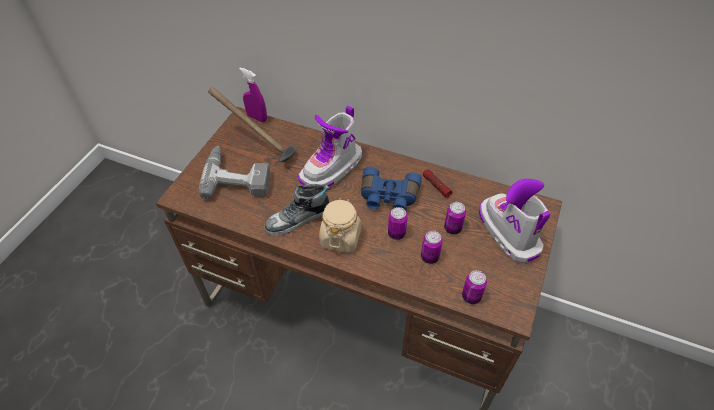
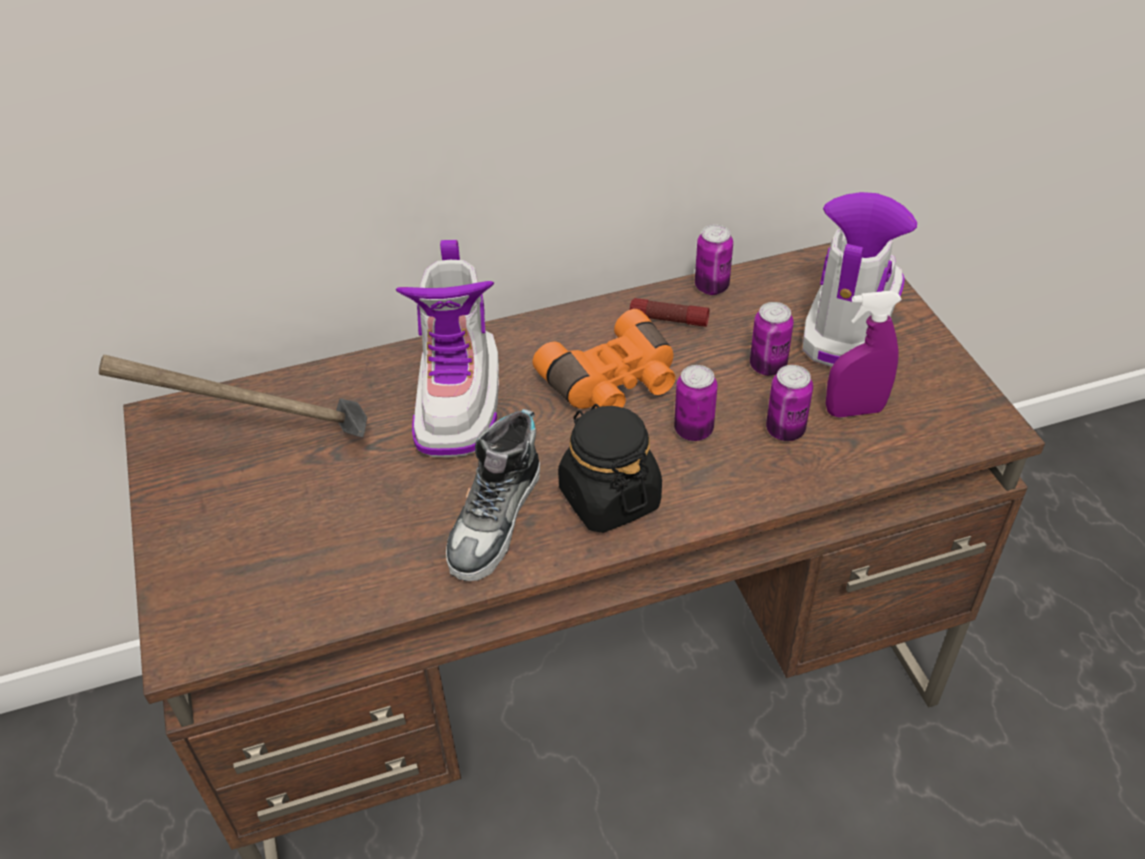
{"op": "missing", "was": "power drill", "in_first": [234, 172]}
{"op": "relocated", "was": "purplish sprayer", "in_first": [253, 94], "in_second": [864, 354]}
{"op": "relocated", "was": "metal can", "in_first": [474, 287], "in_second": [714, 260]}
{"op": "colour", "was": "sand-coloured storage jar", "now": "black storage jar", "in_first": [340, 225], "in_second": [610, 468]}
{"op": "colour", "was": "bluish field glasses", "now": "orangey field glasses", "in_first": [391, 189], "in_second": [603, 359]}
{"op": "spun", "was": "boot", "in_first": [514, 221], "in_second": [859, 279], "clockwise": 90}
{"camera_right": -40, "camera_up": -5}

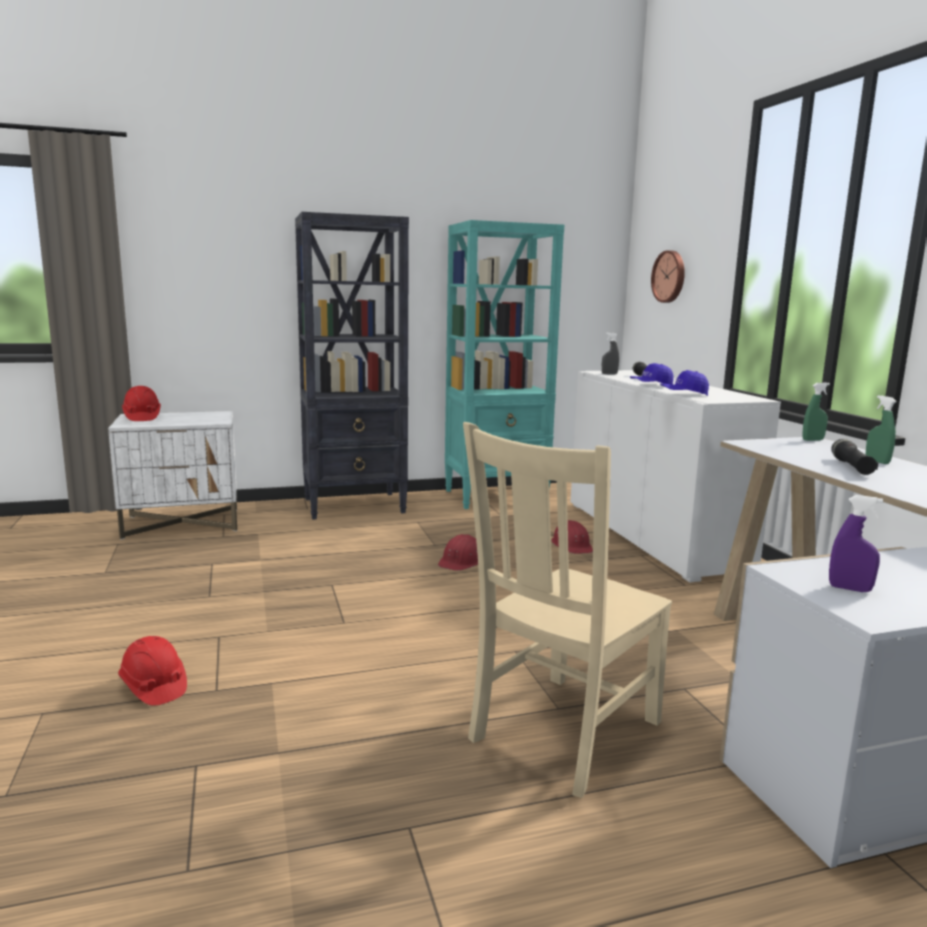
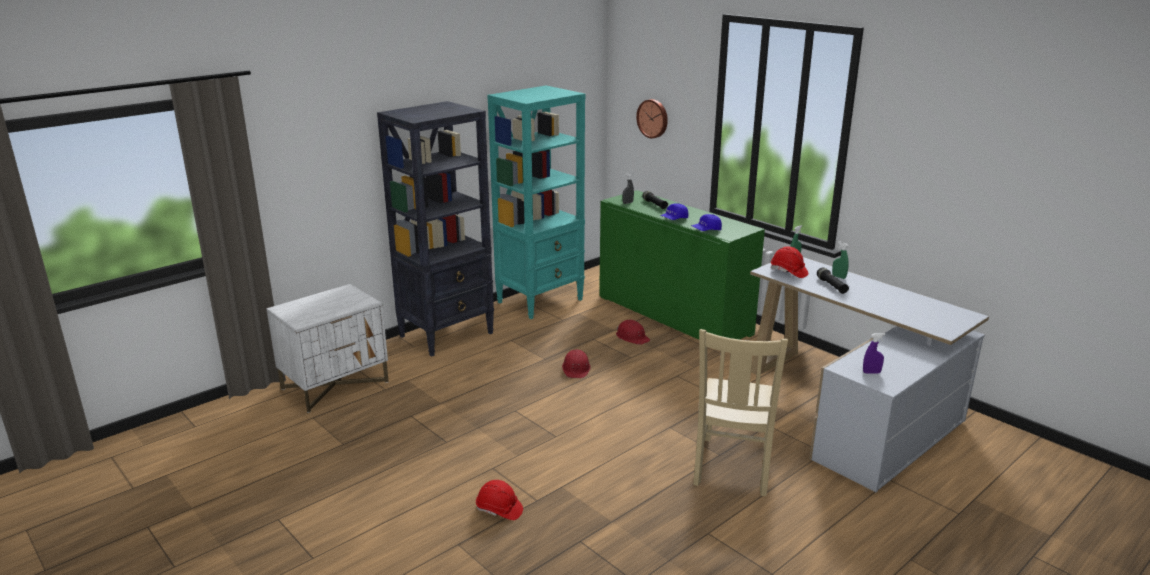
{"op": "relocated", "was": "red-coloured safety helmet", "in_first": [141, 403], "in_second": [789, 262]}
{"op": "colour", "was": "whitish cupboard", "now": "green cupboard", "in_first": [675, 476], "in_second": [682, 265]}
{"camera_right": -25, "camera_up": 10}

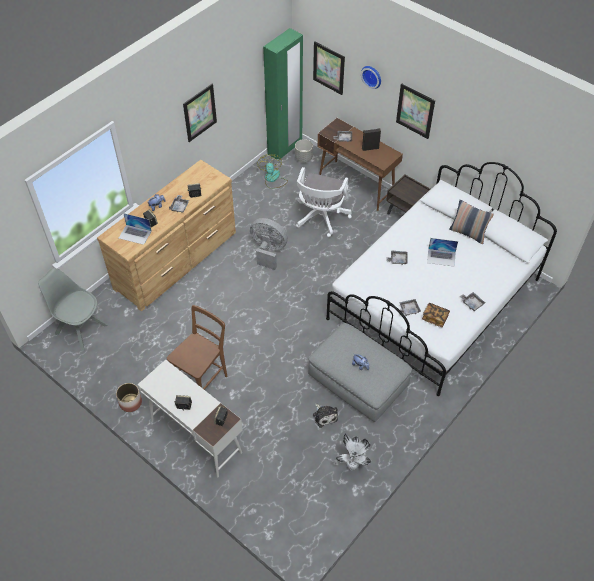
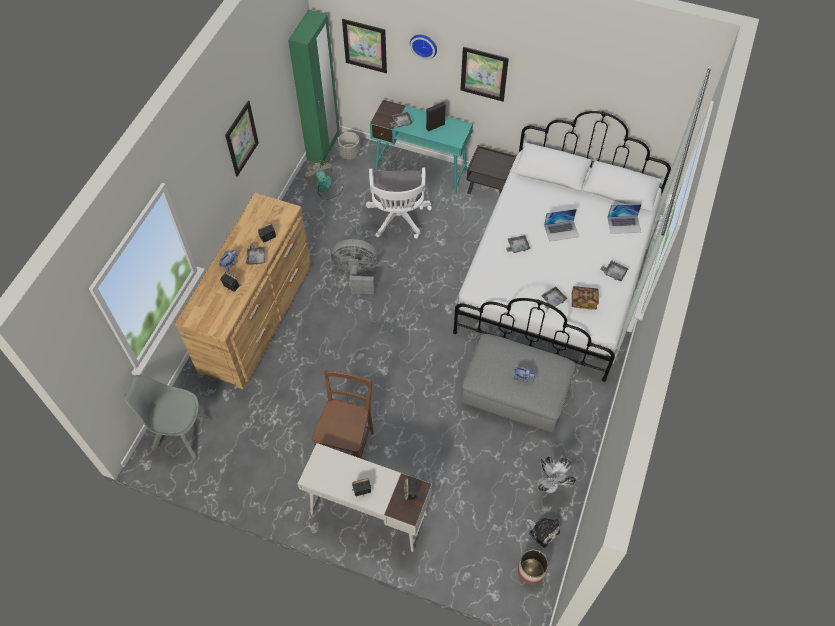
{"op": "missing", "was": "cushion", "in_first": [471, 222]}
{"op": "relocated", "was": "flower pot", "in_first": [129, 397], "in_second": [533, 567]}
{"op": "relocated", "was": "portable computer", "in_first": [135, 229], "in_second": [624, 219]}
{"op": "relocated", "was": "soft toy", "in_first": [325, 416], "in_second": [543, 533]}
{"op": "colour", "was": "brown-coloured desk table", "now": "turquoise desk table", "in_first": [360, 164], "in_second": [421, 146]}
{"camera_right": -20, "camera_up": 5}

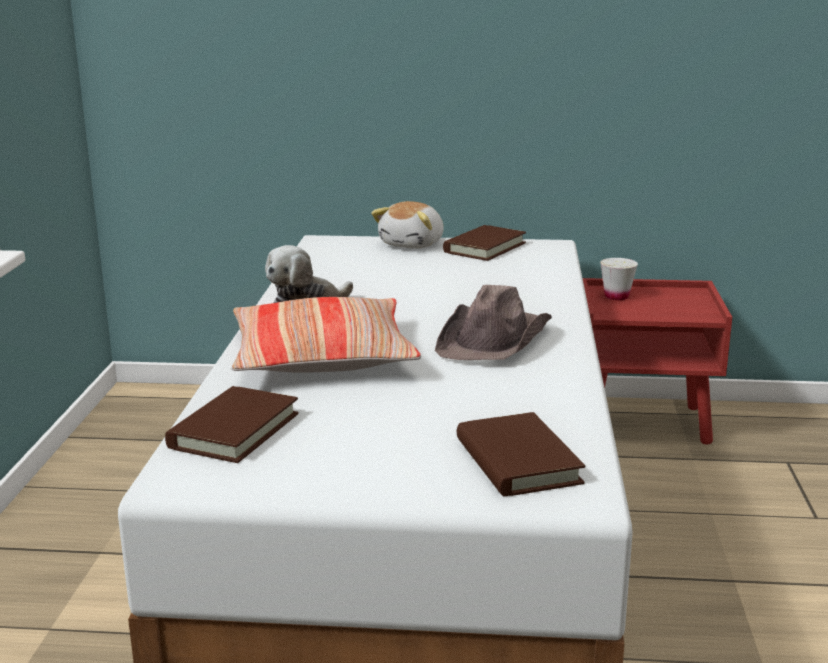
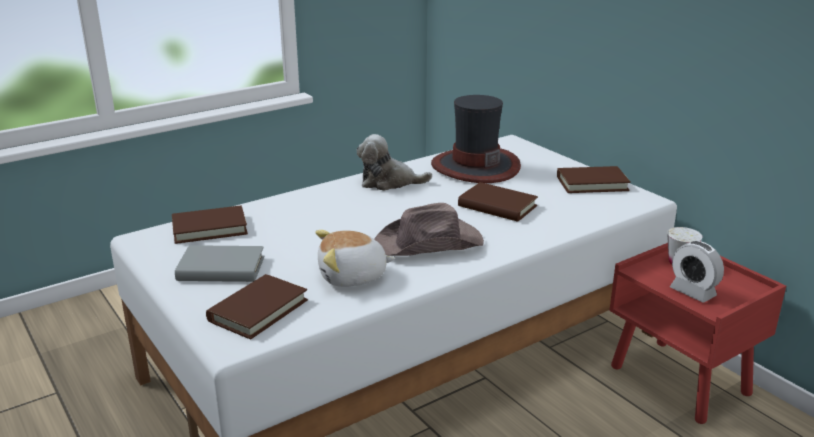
{"op": "missing", "was": "cushion", "in_first": [326, 335]}
{"op": "appeared", "now": "grey volume", "in_second": [219, 263]}
{"op": "appeared", "now": "clothing hat", "in_second": [476, 139]}
{"op": "appeared", "now": "brown-coloured volume", "in_second": [498, 202]}
{"op": "appeared", "now": "bedside clock", "in_second": [697, 272]}
{"op": "relocated", "was": "soft toy", "in_first": [407, 225], "in_second": [355, 258]}
{"camera_right": 50, "camera_up": 5}

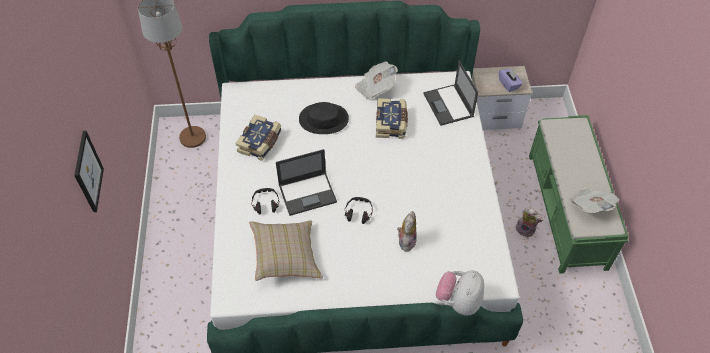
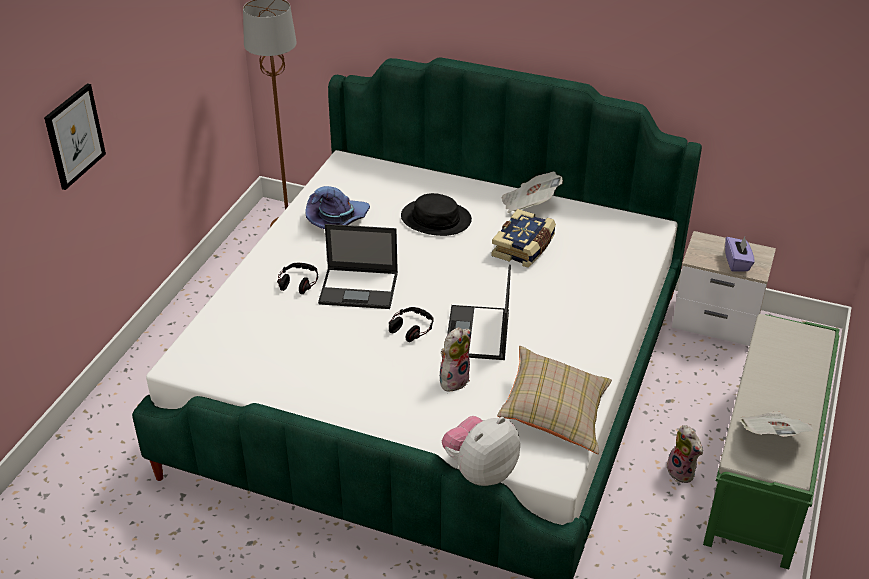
{"op": "relocated", "was": "sand-coloured cushion", "in_first": [286, 250], "in_second": [554, 400]}
{"op": "relocated", "was": "portable computer", "in_first": [451, 93], "in_second": [479, 312]}
{"op": "exchanged", "was": "volume", "now": "purplish clothing hat", "in_first": [258, 138], "in_second": [337, 207]}
{"camera_right": 25, "camera_up": -15}

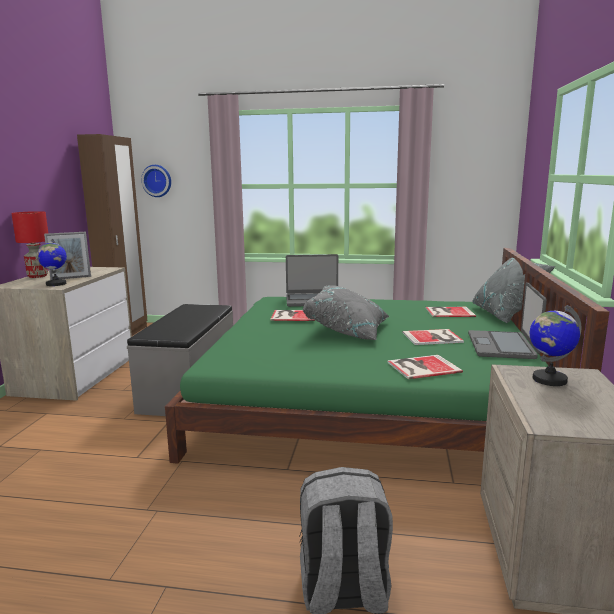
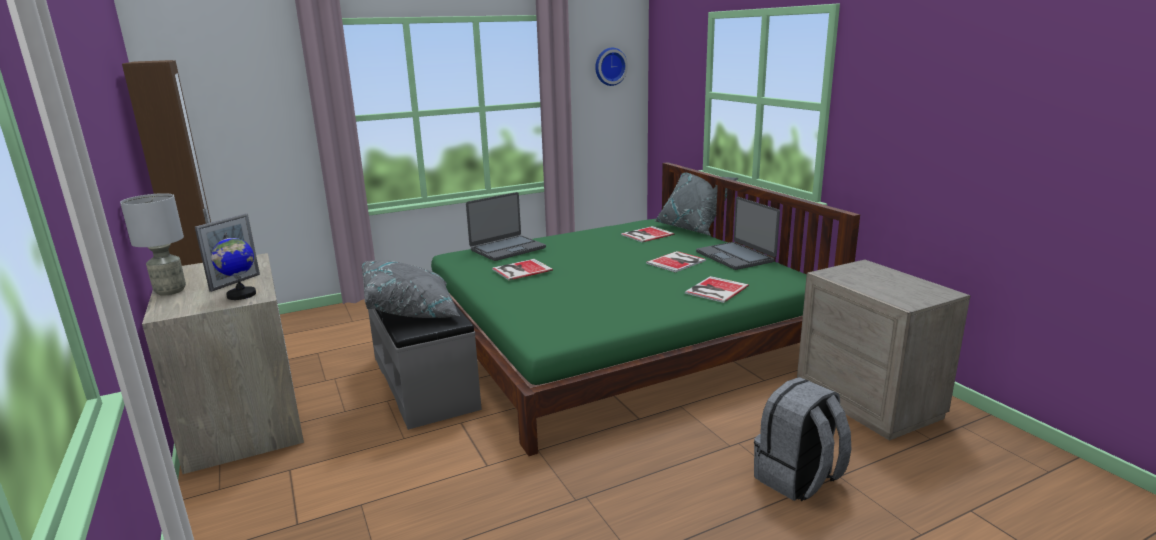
{"op": "missing", "was": "globe", "in_first": [555, 345]}
{"op": "relocated", "was": "hanging clock", "in_first": [156, 181], "in_second": [611, 67]}
{"op": "relocated", "was": "grey cushion", "in_first": [346, 312], "in_second": [411, 289]}
{"op": "colour", "was": "red-coloured tabletop lamp", "now": "grey tabletop lamp", "in_first": [29, 244], "in_second": [153, 244]}
{"camera_right": -35, "camera_up": 5}

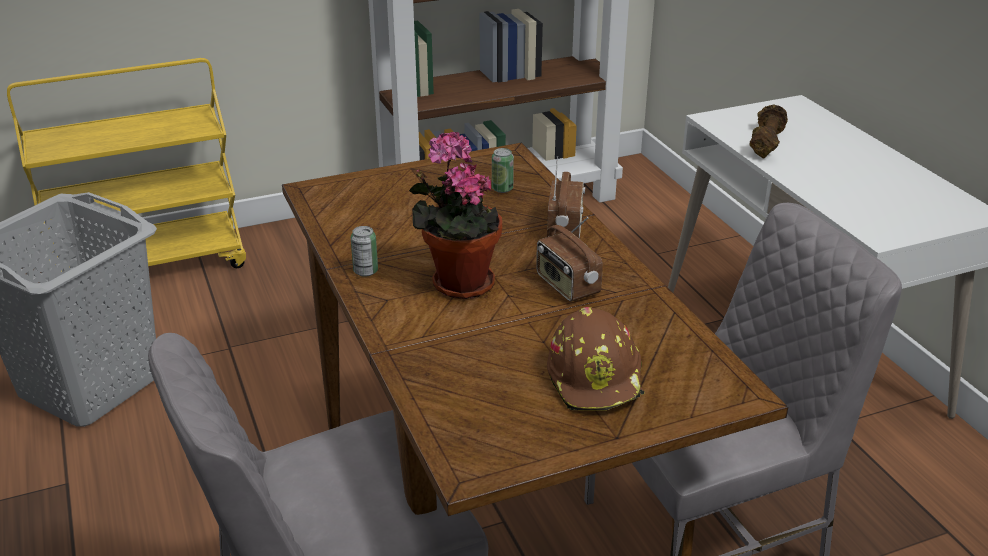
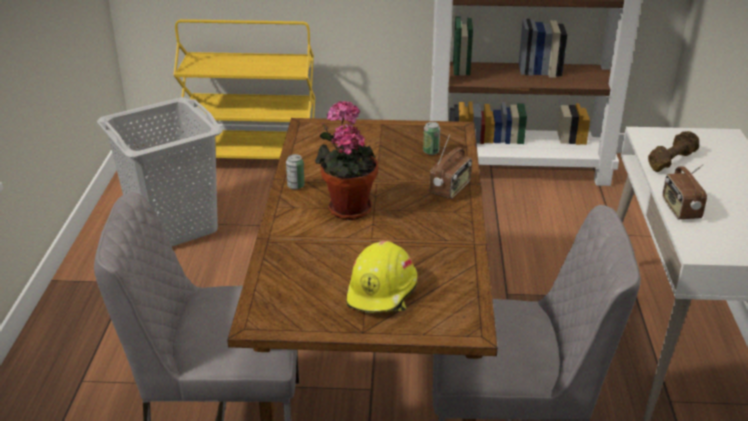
{"op": "relocated", "was": "radio receiver", "in_first": [569, 259], "in_second": [684, 191]}
{"op": "colour", "was": "brown-coloured safety helmet", "now": "yellowish safety helmet", "in_first": [595, 359], "in_second": [381, 277]}
{"camera_right": 25, "camera_up": 0}

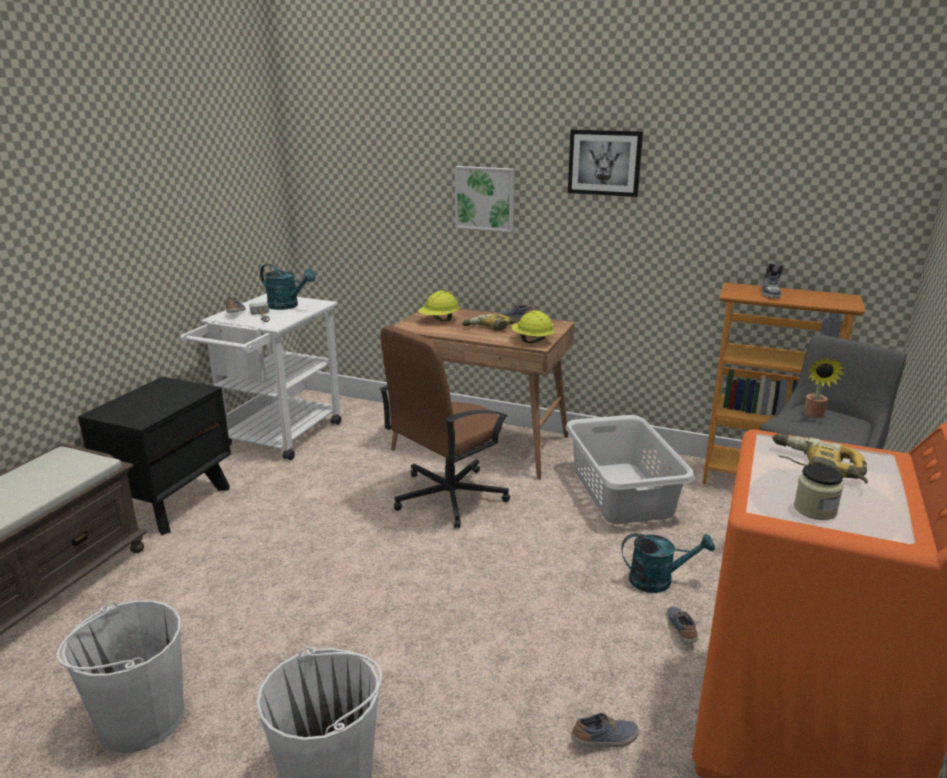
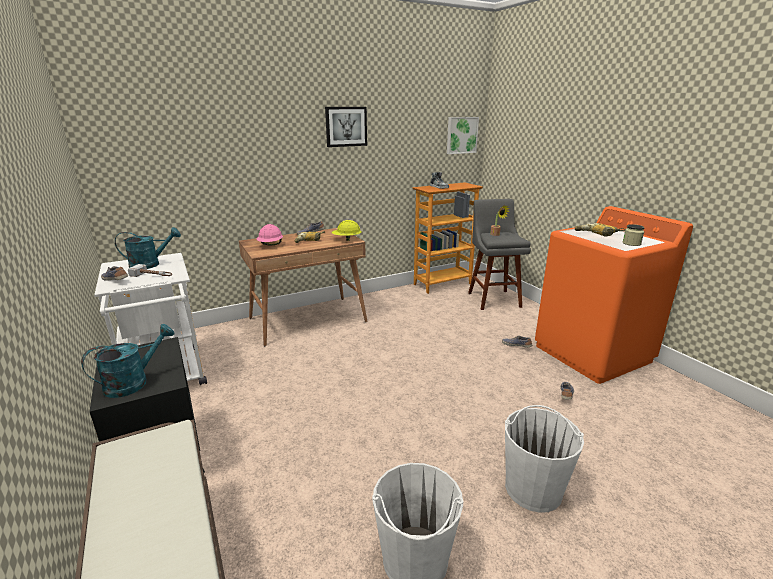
{"op": "missing", "was": "brown-coloured office chair", "in_first": [445, 426]}
{"op": "missing", "was": "grey washing basket", "in_first": [630, 469]}
{"op": "relocated", "was": "wall picture", "in_first": [484, 199], "in_second": [463, 135]}
{"op": "relocated", "was": "turquoise sprinkling can", "in_first": [668, 563], "in_second": [128, 361]}
{"op": "colour", "was": "yellowish safety helmet", "now": "pink-coloured safety helmet", "in_first": [439, 306], "in_second": [270, 234]}
{"camera_right": -50, "camera_up": 0}

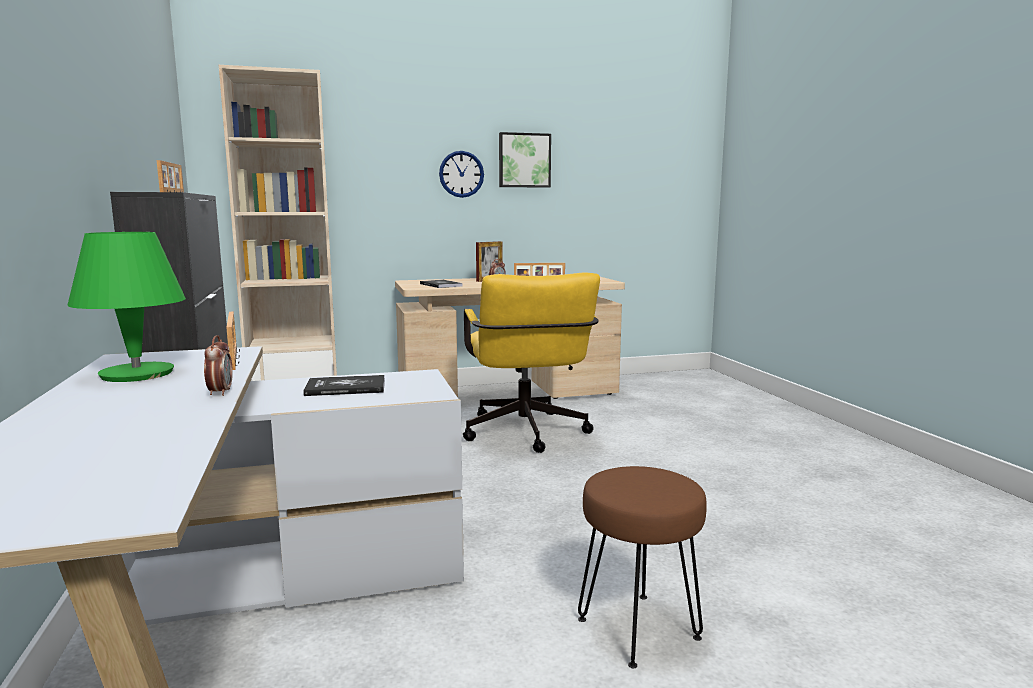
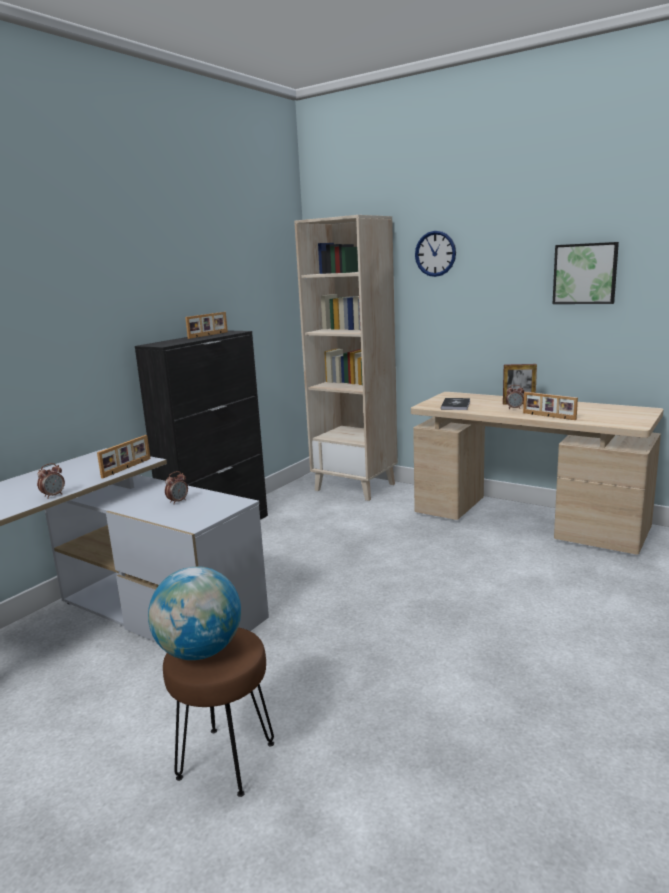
{"op": "missing", "was": "green tabletop lamp", "in_first": [126, 307]}
{"op": "missing", "was": "yellowish office chair", "in_first": [531, 363]}
{"op": "appeared", "now": "globe", "in_second": [194, 613]}
{"op": "relocated", "was": "hanging clock", "in_first": [461, 174], "in_second": [435, 254]}
{"op": "exchanged", "was": "volume", "now": "bedside clock", "in_first": [344, 385], "in_second": [176, 487]}
{"camera_right": 50, "camera_up": 5}

